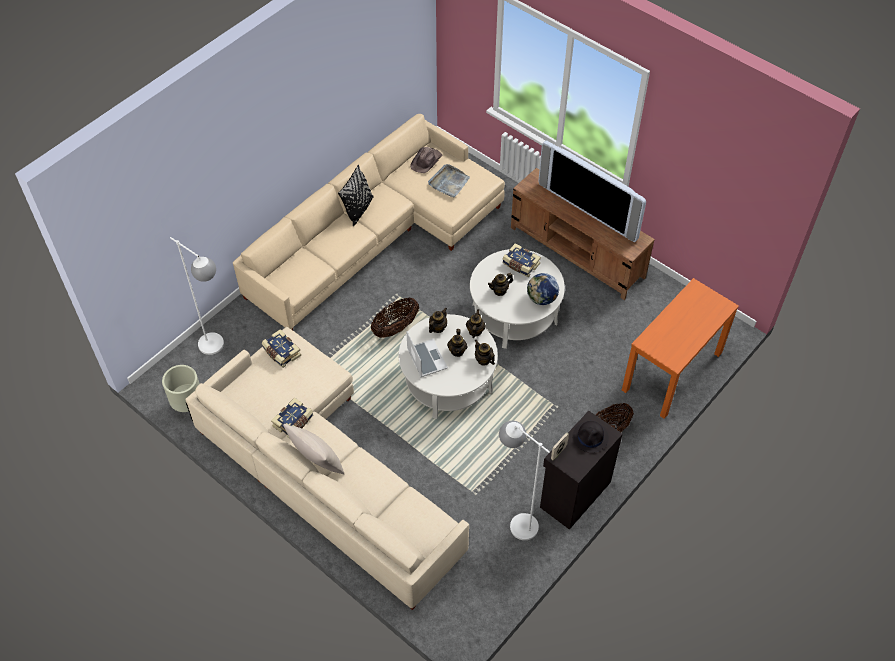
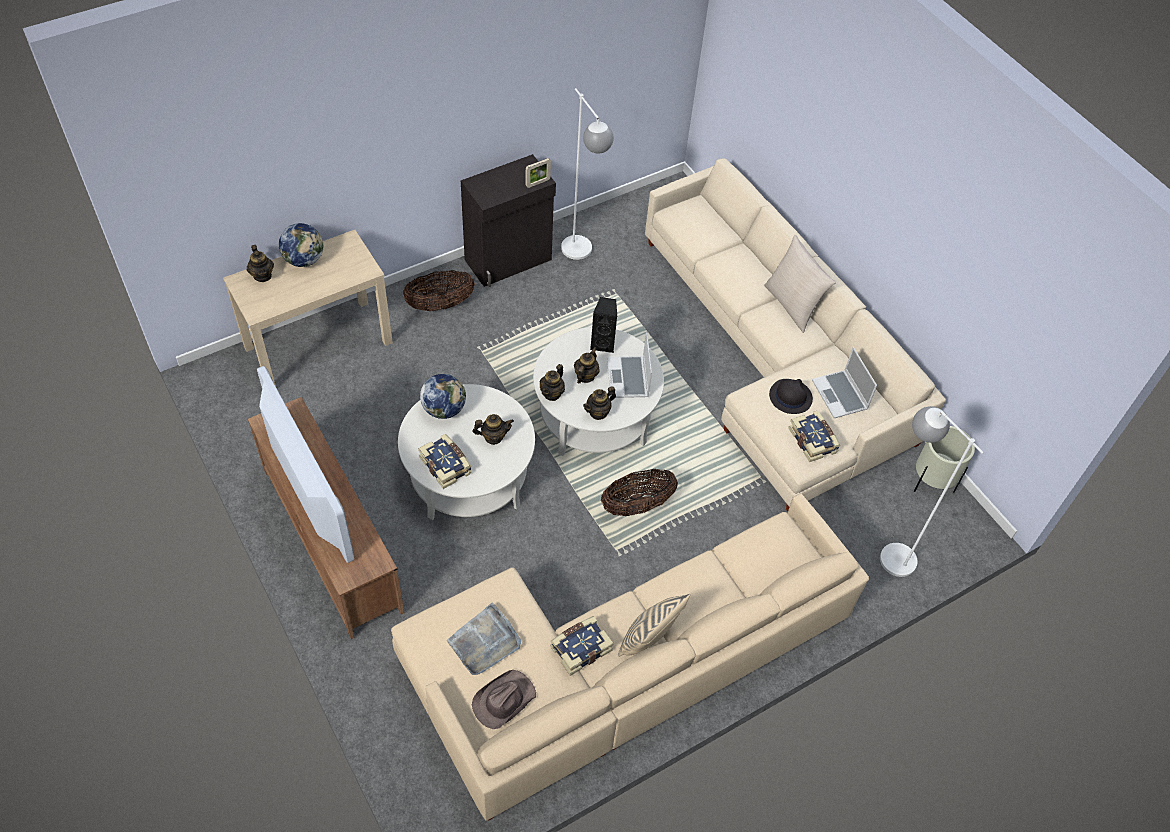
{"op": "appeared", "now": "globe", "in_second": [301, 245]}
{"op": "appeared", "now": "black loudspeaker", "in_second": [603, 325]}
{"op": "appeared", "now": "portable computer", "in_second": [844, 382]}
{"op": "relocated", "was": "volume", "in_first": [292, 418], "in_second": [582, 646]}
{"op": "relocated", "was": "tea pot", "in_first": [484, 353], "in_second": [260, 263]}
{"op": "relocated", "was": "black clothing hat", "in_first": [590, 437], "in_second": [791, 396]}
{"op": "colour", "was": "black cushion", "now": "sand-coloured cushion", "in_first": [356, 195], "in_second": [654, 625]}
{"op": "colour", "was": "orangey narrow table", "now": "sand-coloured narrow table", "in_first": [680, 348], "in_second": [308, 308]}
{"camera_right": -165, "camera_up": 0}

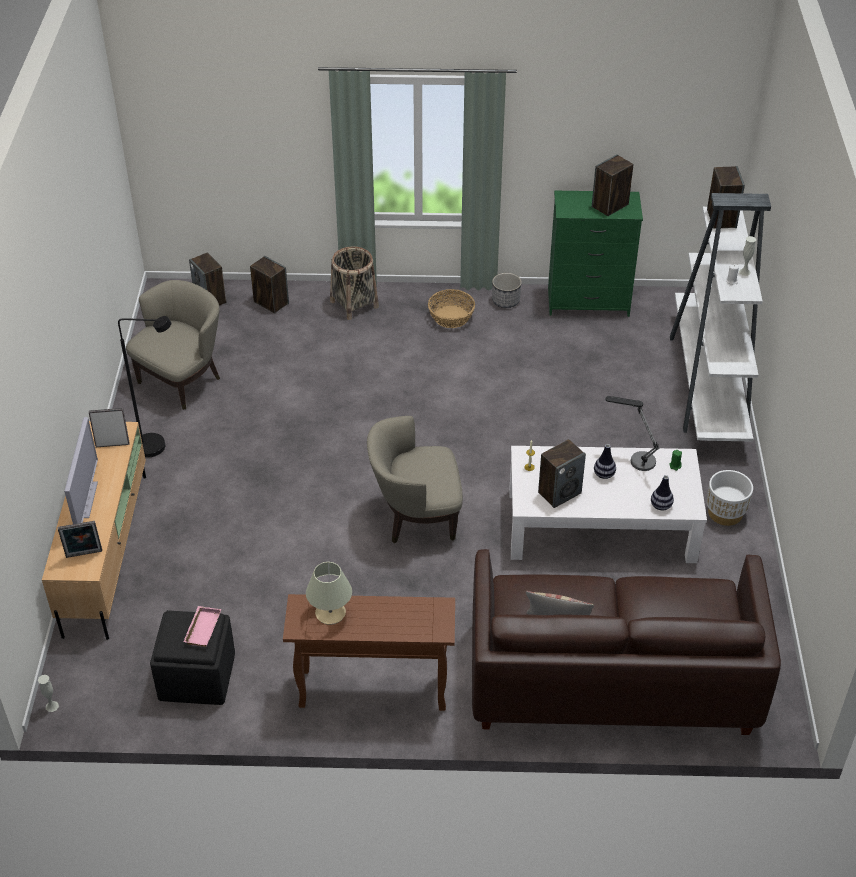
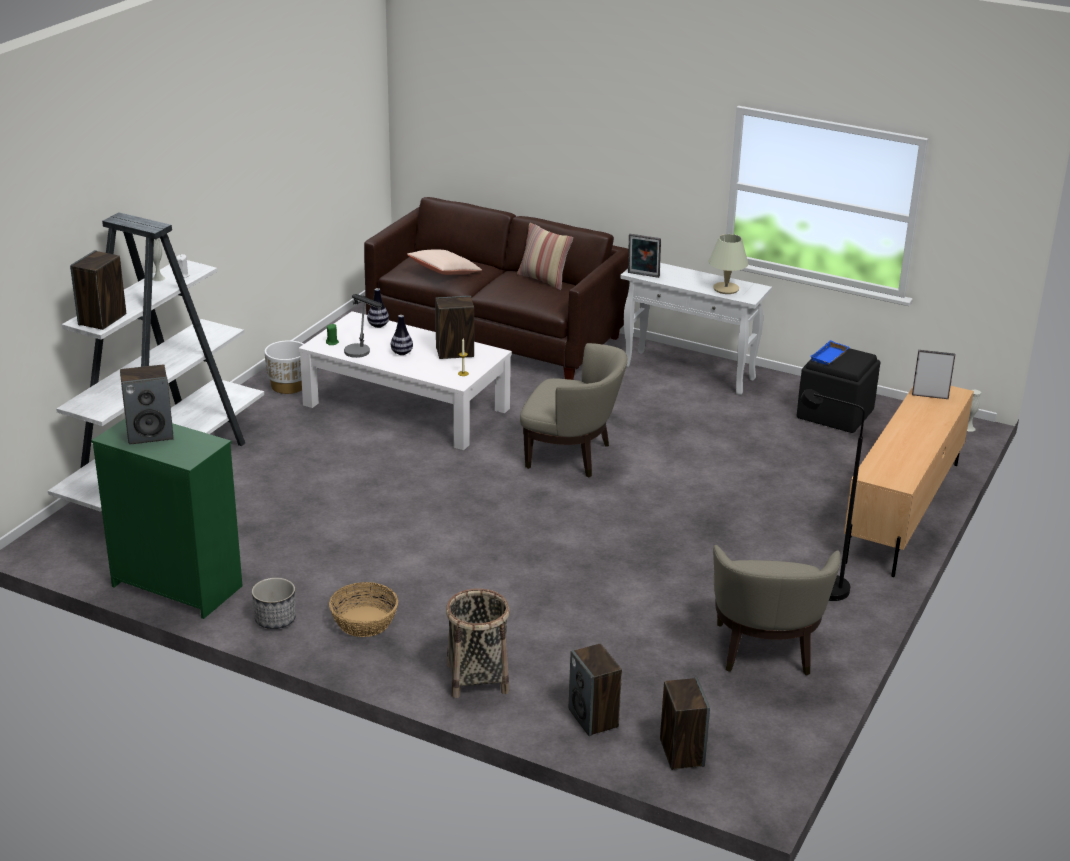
{"op": "missing", "was": "TV", "in_first": [81, 470]}
{"op": "appeared", "now": "sand-coloured cushion", "in_second": [444, 262]}
{"op": "relocated", "was": "standing frame", "in_first": [109, 427], "in_second": [644, 256]}
{"op": "colour", "was": "pink-coloured tray", "now": "bluish tray", "in_first": [202, 626], "in_second": [830, 352]}
{"op": "colour", "was": "brown-coloured narrow table", "now": "whitish narrow table", "in_first": [369, 652], "in_second": [696, 329]}
{"op": "spun", "was": "sand-coloured armchair", "in_first": [173, 345], "in_second": [776, 610], "clockwise": -60}
{"camera_right": -155, "camera_up": -15}

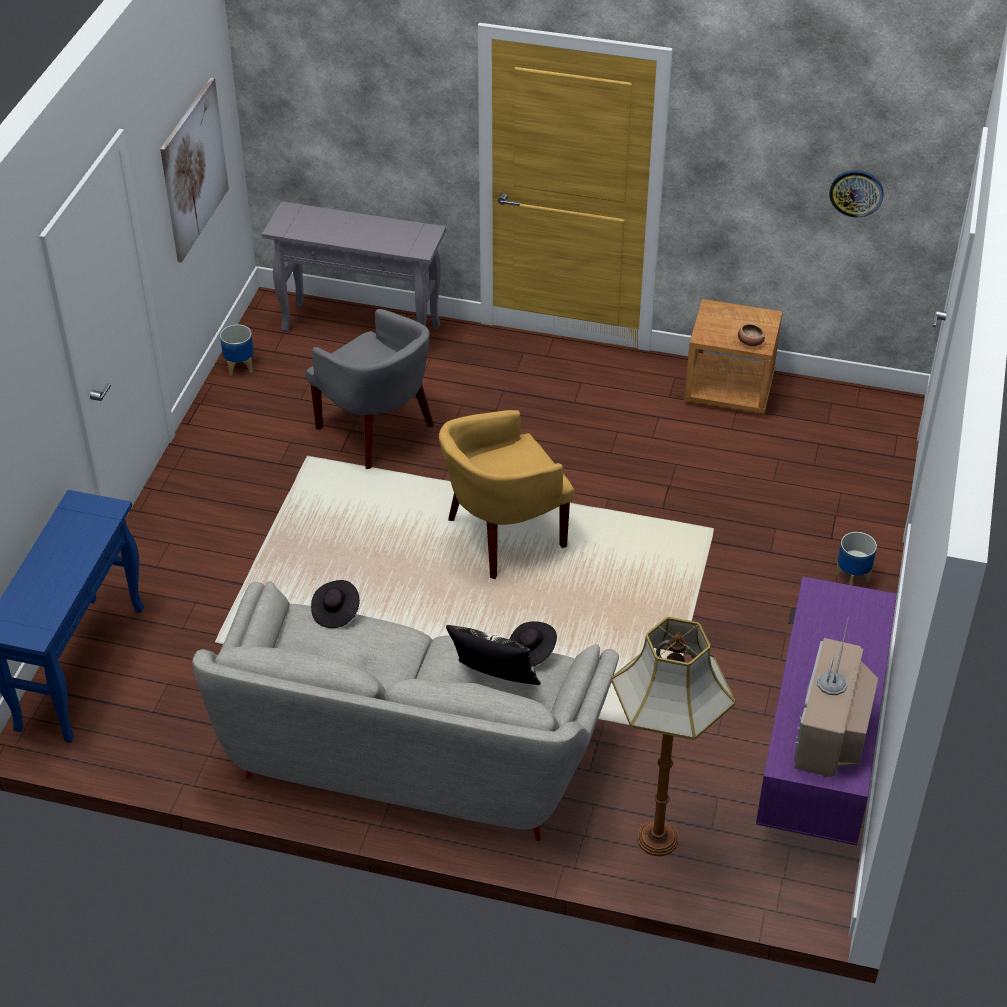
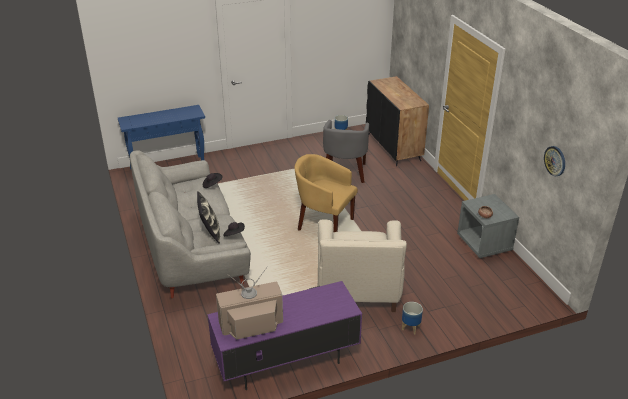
{"op": "missing", "was": "wall picture", "in_first": [194, 170]}
{"op": "missing", "was": "floor lamp", "in_first": [673, 736]}
{"op": "appeared", "now": "sand-coloured armchair", "in_second": [362, 265]}
{"op": "exchanged", "was": "grey narrow table", "now": "black cupboard", "in_first": [354, 277], "in_second": [397, 121]}
{"op": "colour", "was": "brown-coloured bedside table", "now": "grey bedside table", "in_first": [733, 356], "in_second": [488, 226]}
{"camera_right": 55, "camera_up": -10}

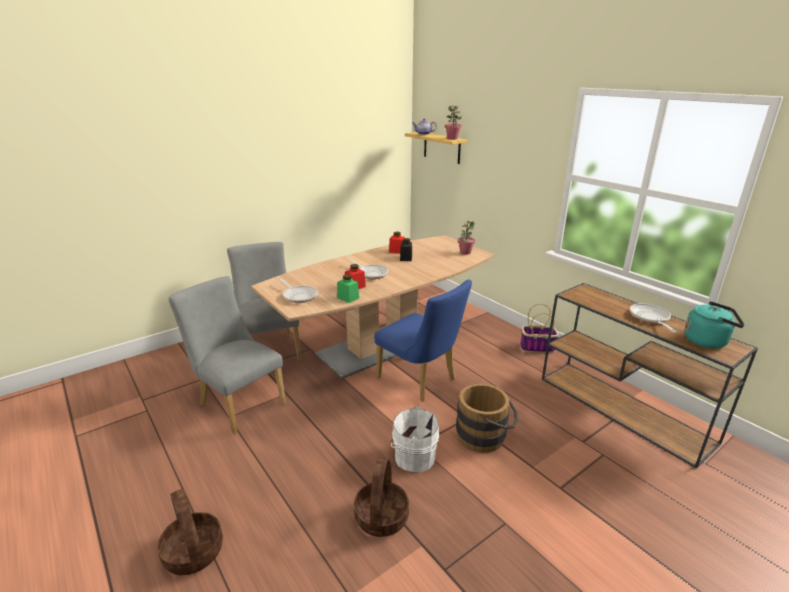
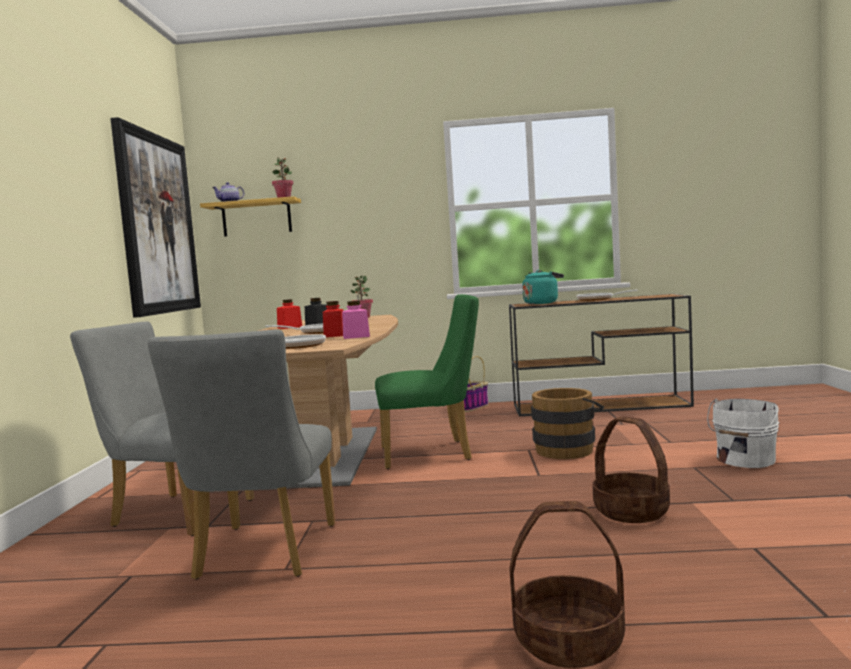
{"op": "appeared", "now": "wall picture", "in_second": [155, 217]}
{"op": "relocated", "was": "whitish bucket", "in_first": [415, 439], "in_second": [743, 433]}
{"op": "relocated", "was": "turquoise water kettle", "in_first": [714, 325], "in_second": [543, 287]}
{"op": "colour", "was": "green storage jar", "now": "pink-coloured storage jar", "in_first": [348, 288], "in_second": [356, 320]}
{"op": "colour", "was": "bluish upright chair", "now": "green upright chair", "in_first": [423, 340], "in_second": [427, 381]}
{"op": "spun", "was": "grey upright chair", "in_first": [227, 355], "in_second": [241, 454], "clockwise": -75}
{"camera_right": -50, "camera_up": -20}

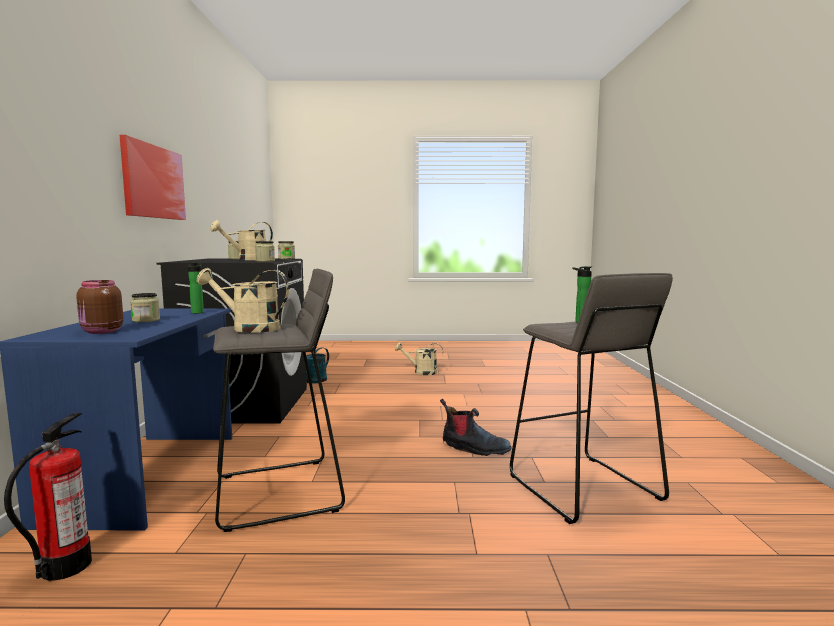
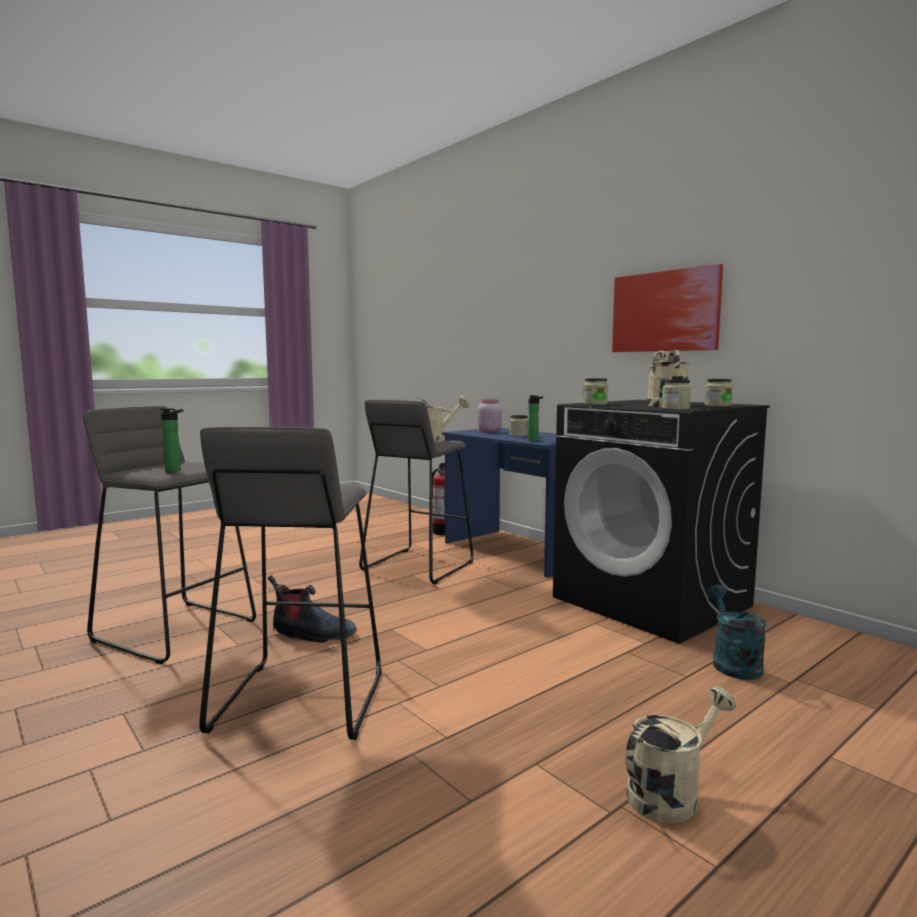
{"op": "appeared", "now": "grey sitting stool", "in_second": [290, 583]}
{"op": "colour", "was": "brown-coloured storage jar", "now": "pink-coloured storage jar", "in_first": [99, 307], "in_second": [490, 416]}
{"op": "spun", "was": "boot", "in_first": [475, 427], "in_second": [312, 609], "clockwise": -150}
{"camera_right": 140, "camera_up": 0}

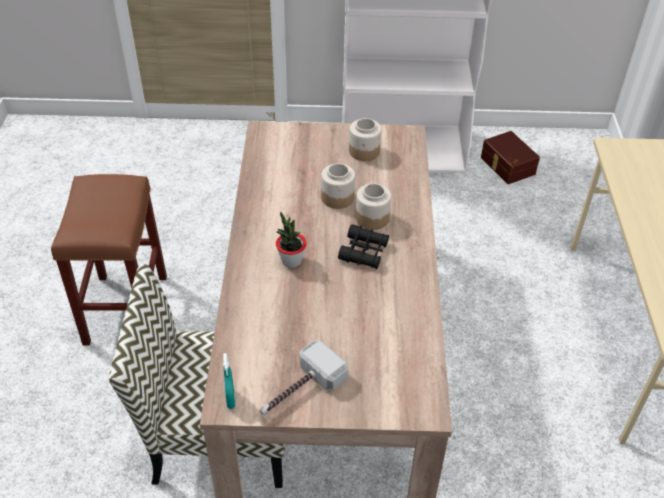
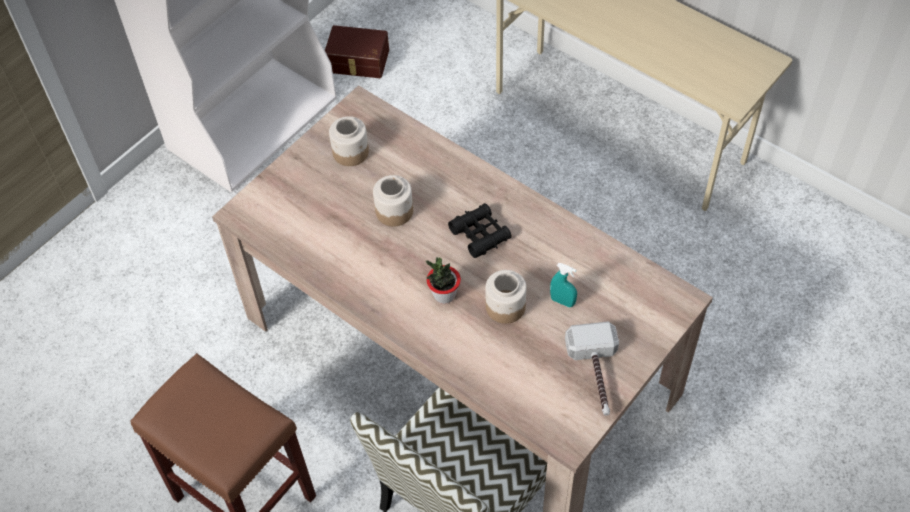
{"op": "relocated", "was": "turquoise sprayer", "in_first": [229, 381], "in_second": [563, 285]}
{"op": "relocated", "was": "storage jar", "in_first": [373, 206], "in_second": [506, 297]}
{"camera_right": -50, "camera_up": 10}

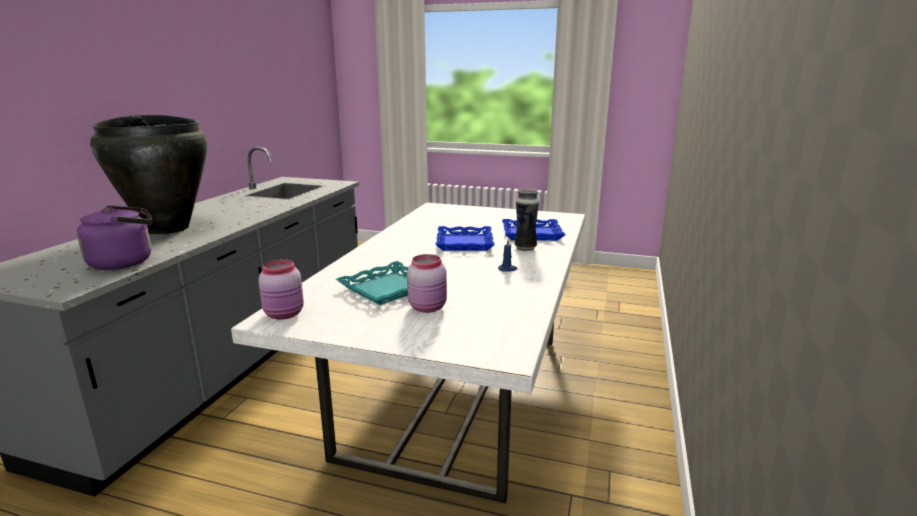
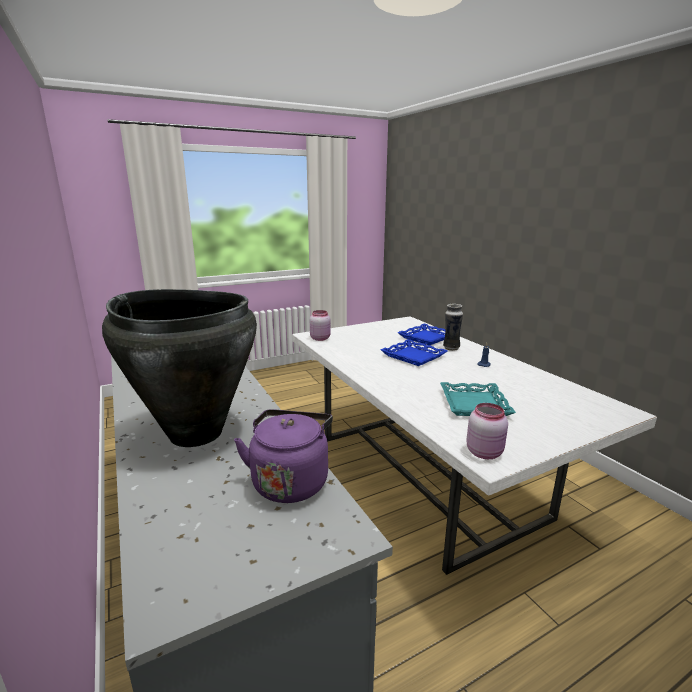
{"op": "relocated", "was": "pink-coloured storage jar", "in_first": [427, 283], "in_second": [320, 325]}
{"camera_right": -45, "camera_up": 0}

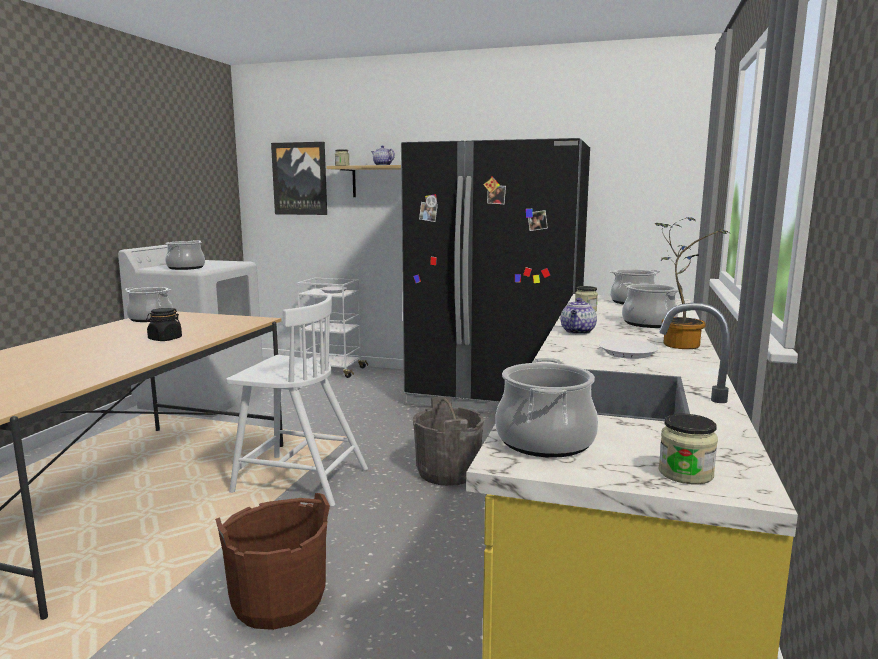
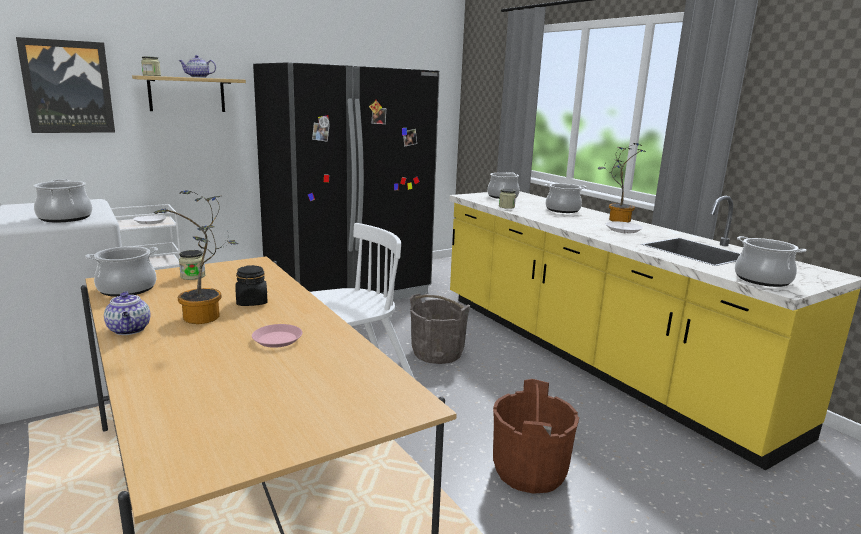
{"op": "appeared", "now": "potted plant", "in_second": [196, 257]}
{"op": "appeared", "now": "pink-coloured plate", "in_second": [277, 336]}
{"op": "relocated", "was": "tea pot", "in_first": [579, 316], "in_second": [127, 313]}
{"op": "relocated", "was": "storage jar", "in_first": [688, 449], "in_second": [192, 265]}
{"camera_right": -50, "camera_up": 5}

